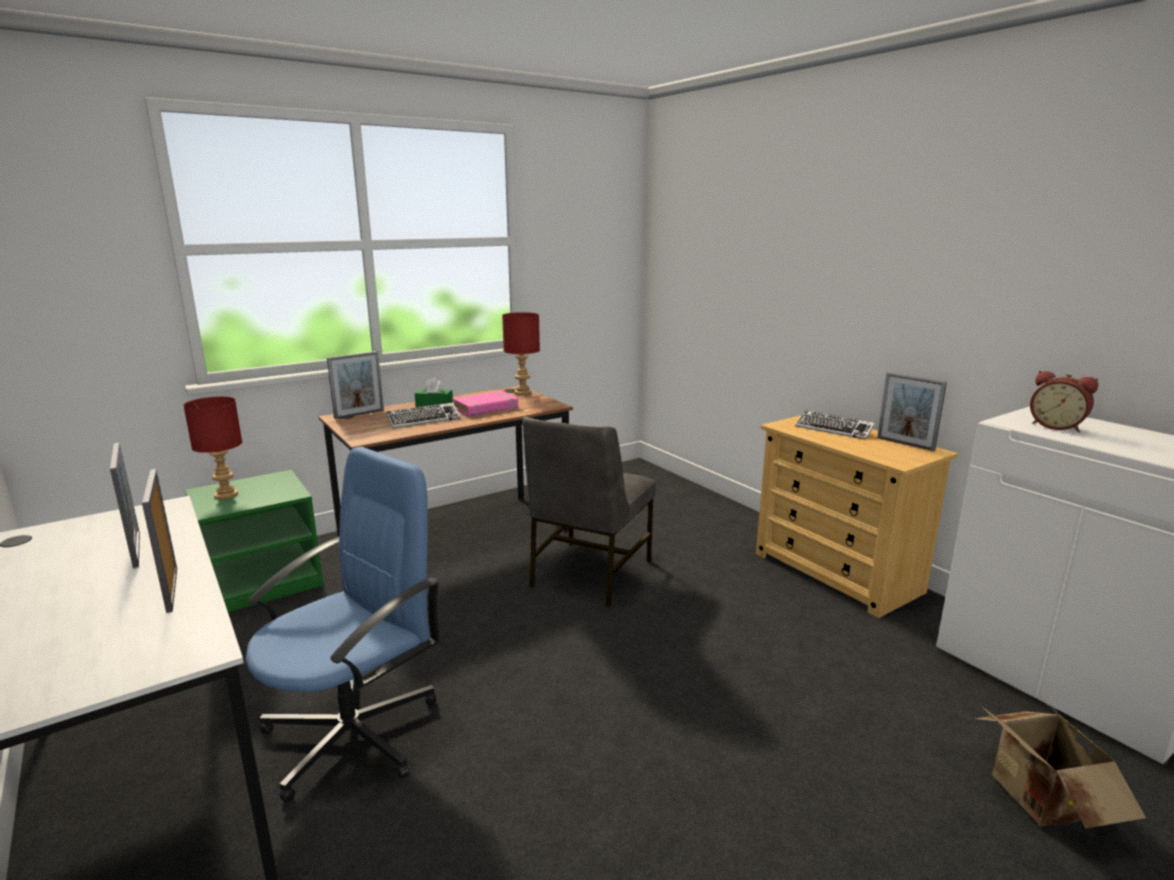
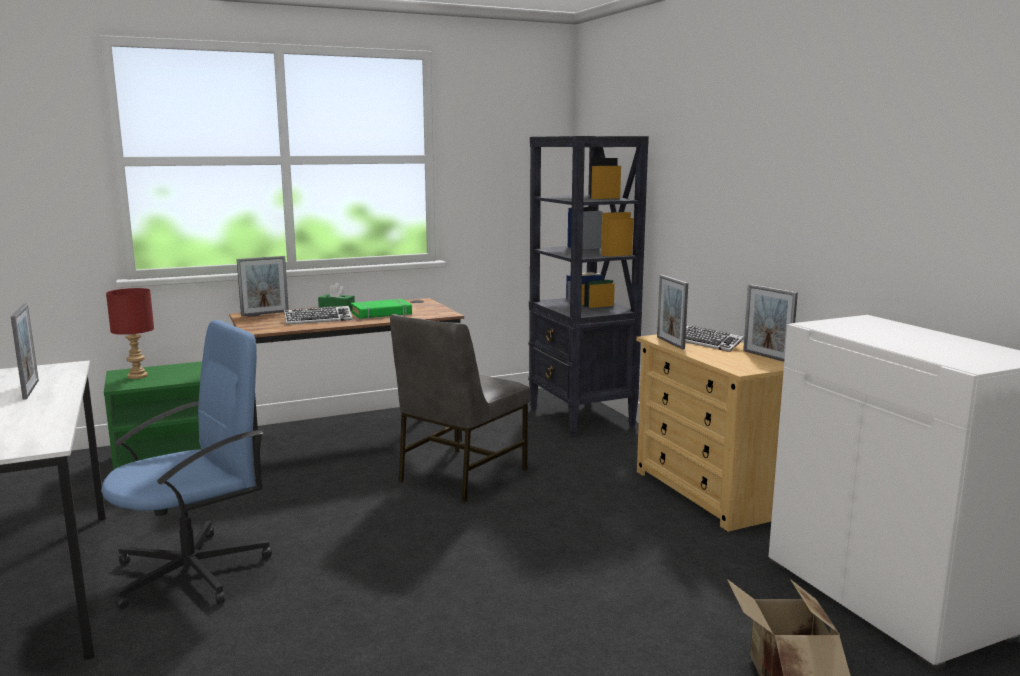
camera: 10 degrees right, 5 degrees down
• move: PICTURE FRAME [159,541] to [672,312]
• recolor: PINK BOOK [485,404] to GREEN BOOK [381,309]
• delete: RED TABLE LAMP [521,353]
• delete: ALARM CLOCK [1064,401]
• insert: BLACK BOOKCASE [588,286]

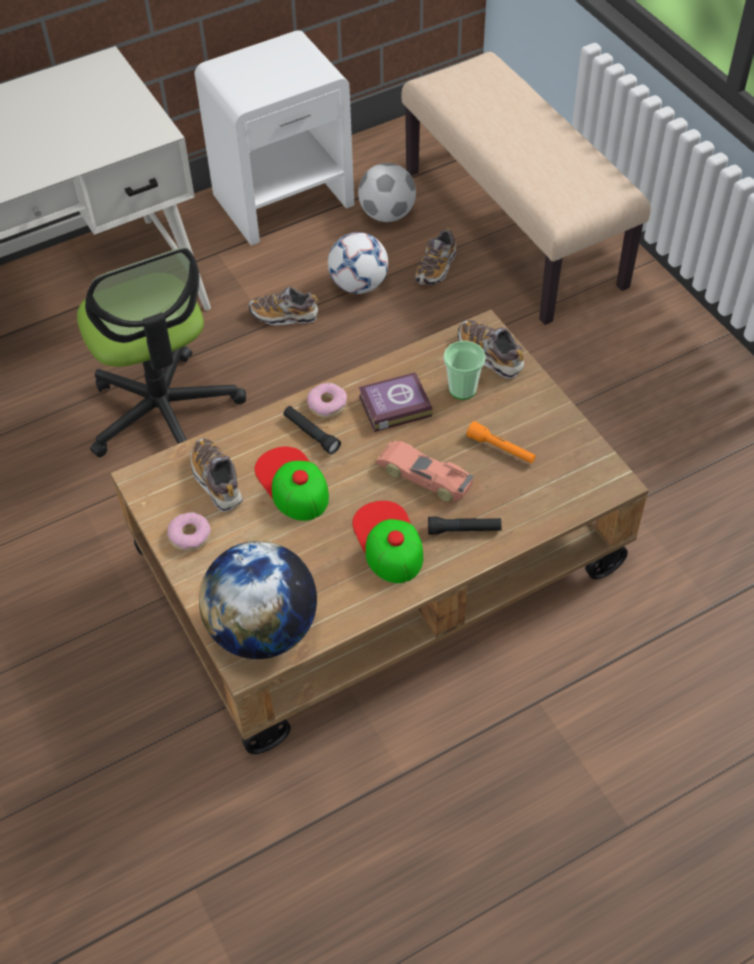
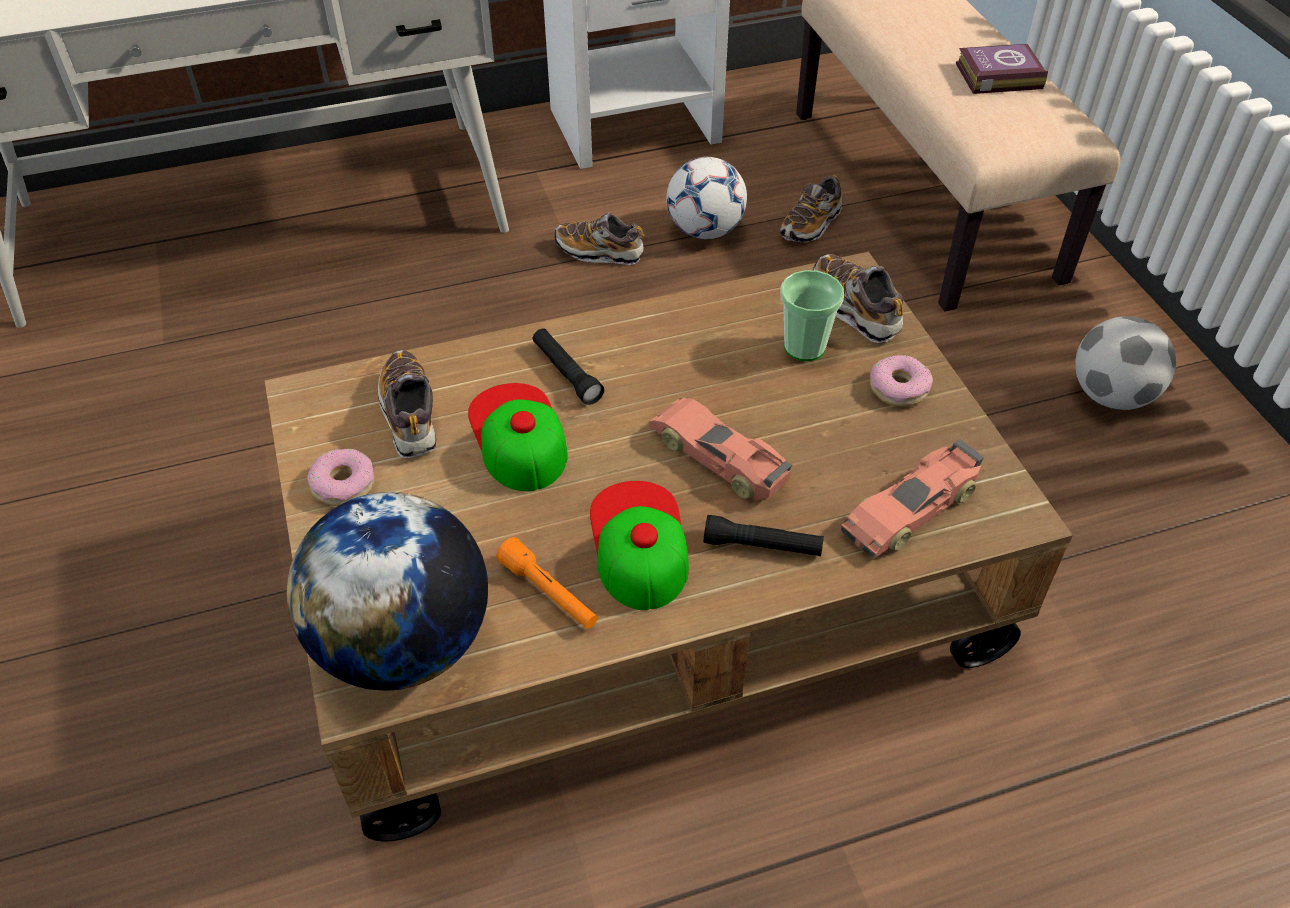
camera: 10 degrees right, 5 degrees down
• delete: OFFICE CHAIR [161,352]
• move: DONUT [327,400] to [901,381]
• move: FOOTBALL [387,192] to [1125,363]
• move: BOOK [396,402] to [1002,69]
• move: ORANGE FLASHLIGHT [501,442] to [547,583]
• insert: TOY CAR [912,499]

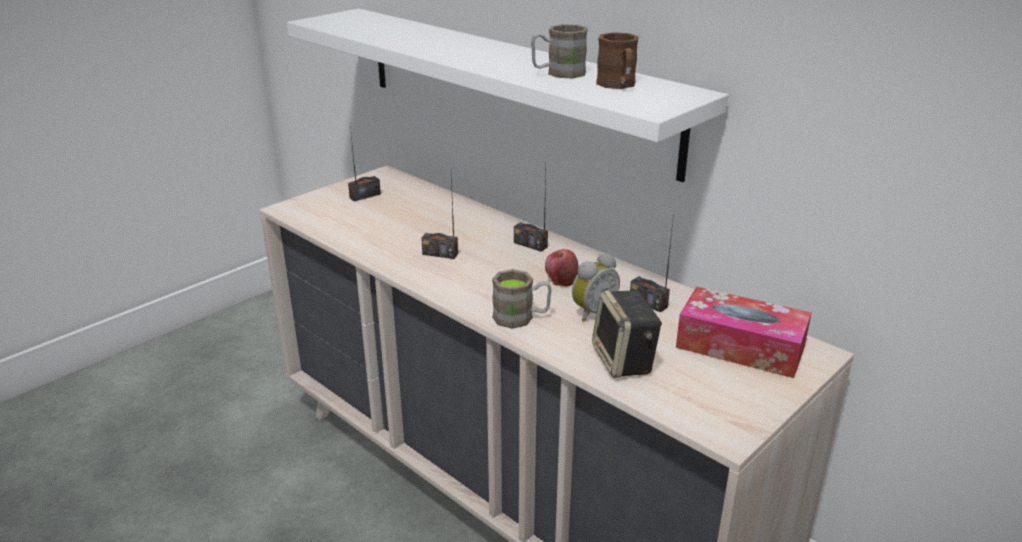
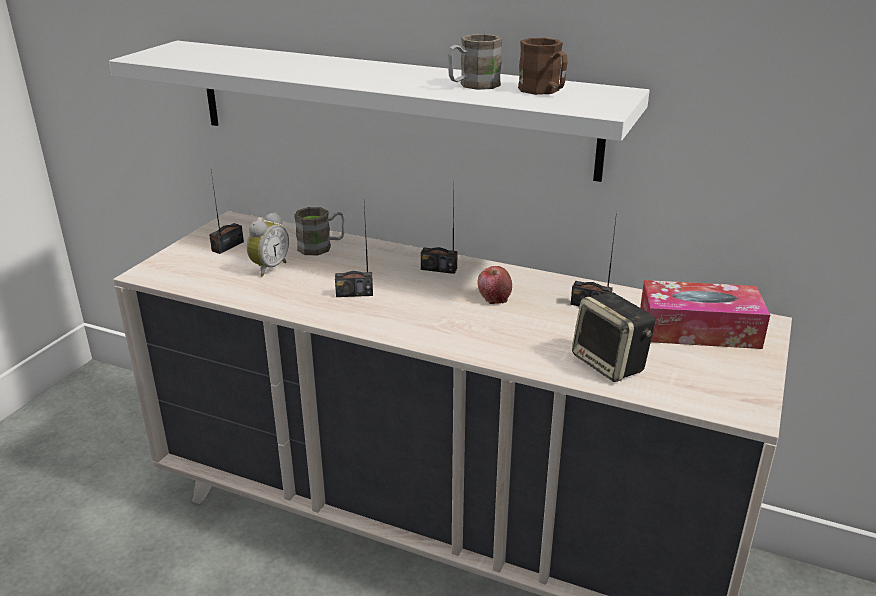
camera: 20 degrees left, 0 degrees up
• move: BROWN MUG [522,299] to [319,231]
• move: ALARM CLOCK [596,287] to [268,244]

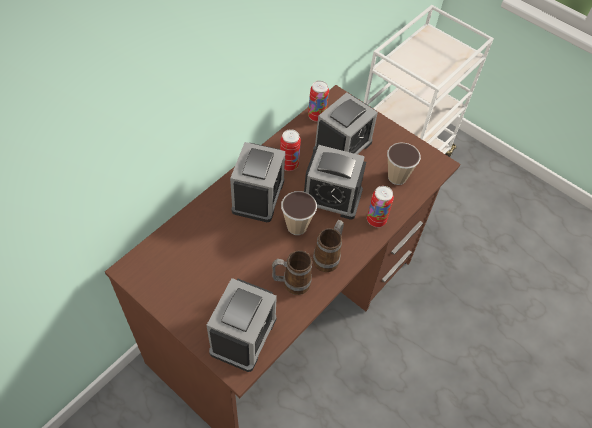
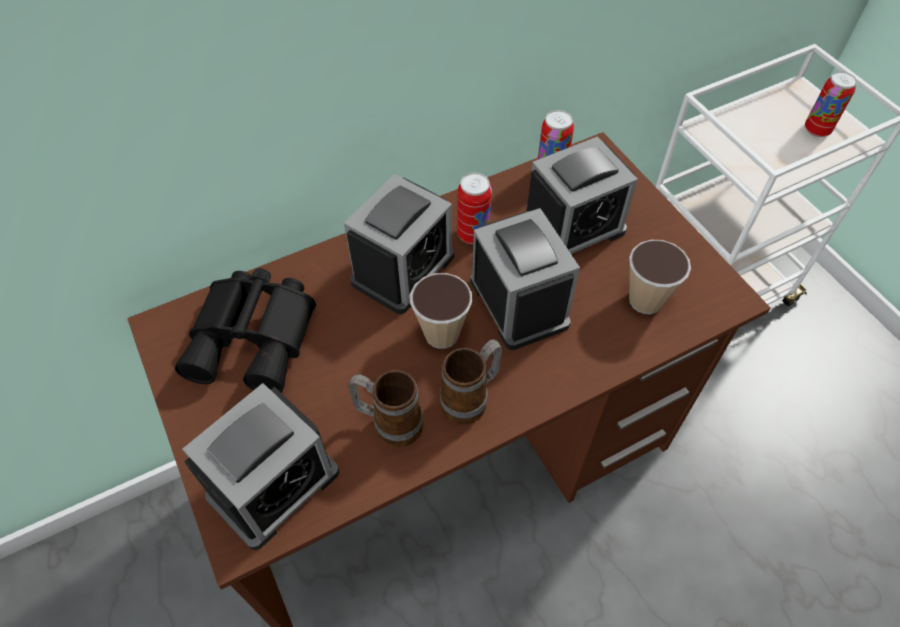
camera: 25 degrees right, 0 degrees up
• rotate: ALARM CLOCK [334,182] = [525,279] 150 degrees counterclockwise
• move: CAN [380,206] to [831,104]
• insert: BLACK BINOCULARS [245,330]

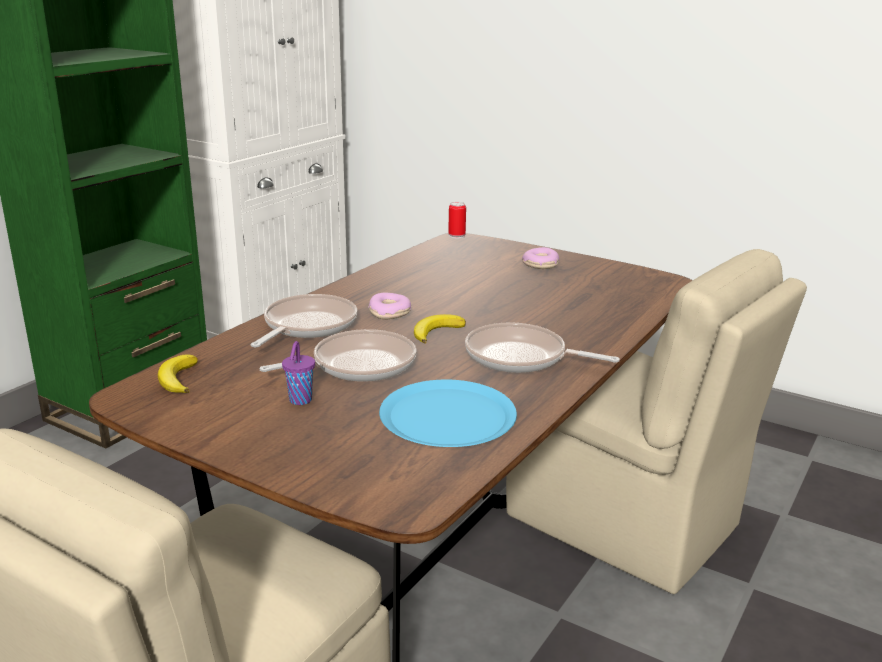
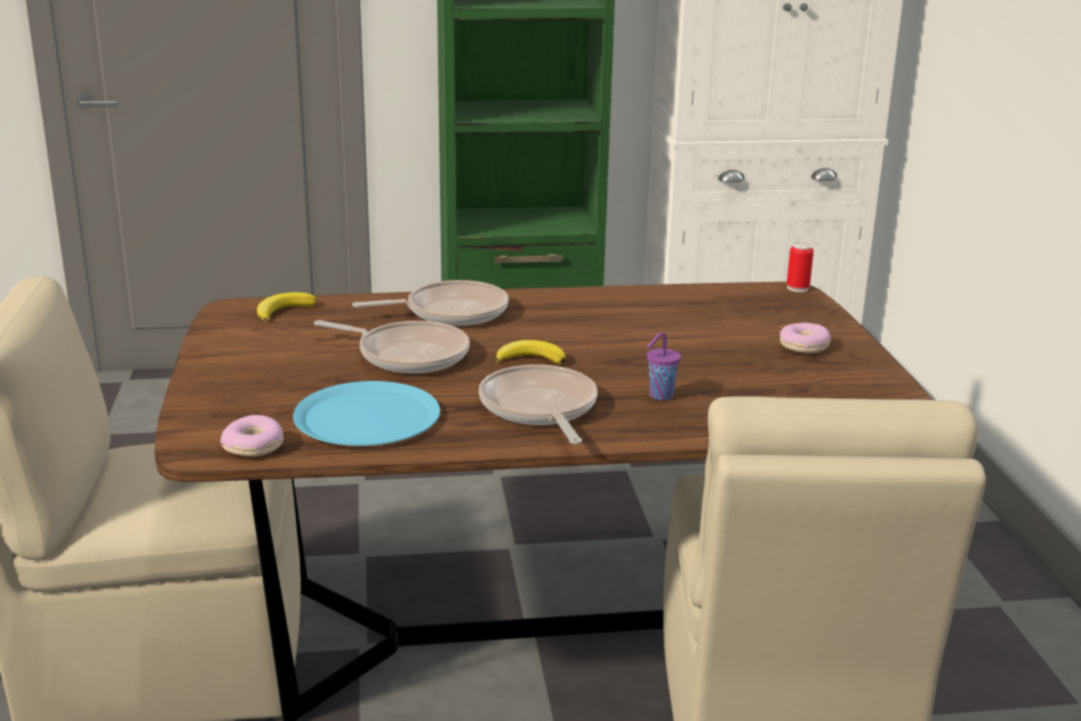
camera: 50 degrees right, 0 degrees up
• move: PURPLE CUP [298,373] to [664,366]
• move: DONUT [389,306] to [252,436]

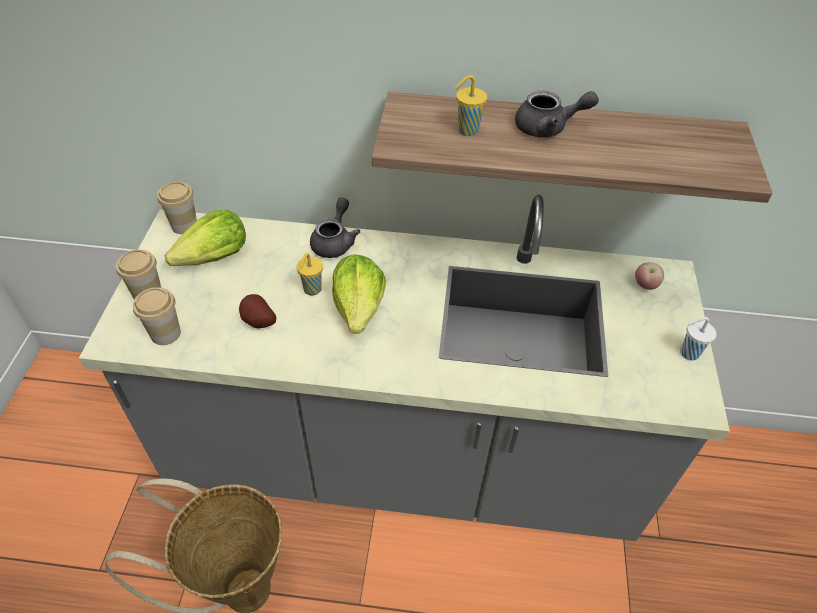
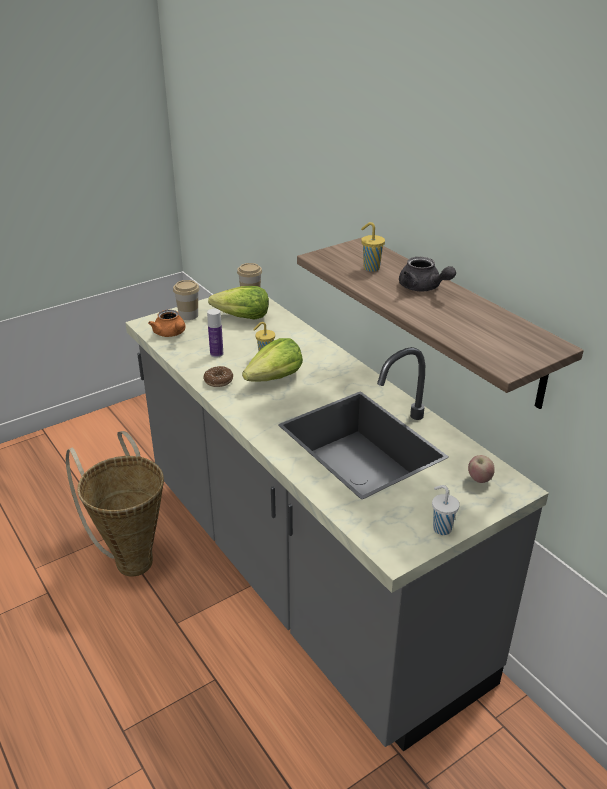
camera: 50 degrees right, 15 degrees down
• replace: CUP [157,316] to ORANGE TEAPOT [166,323]
• replace: POTATO [257,311] to BOTTLE [215,333]
• delete: GREY TEAPOT [335,227]
• insert: DONUT [218,376]

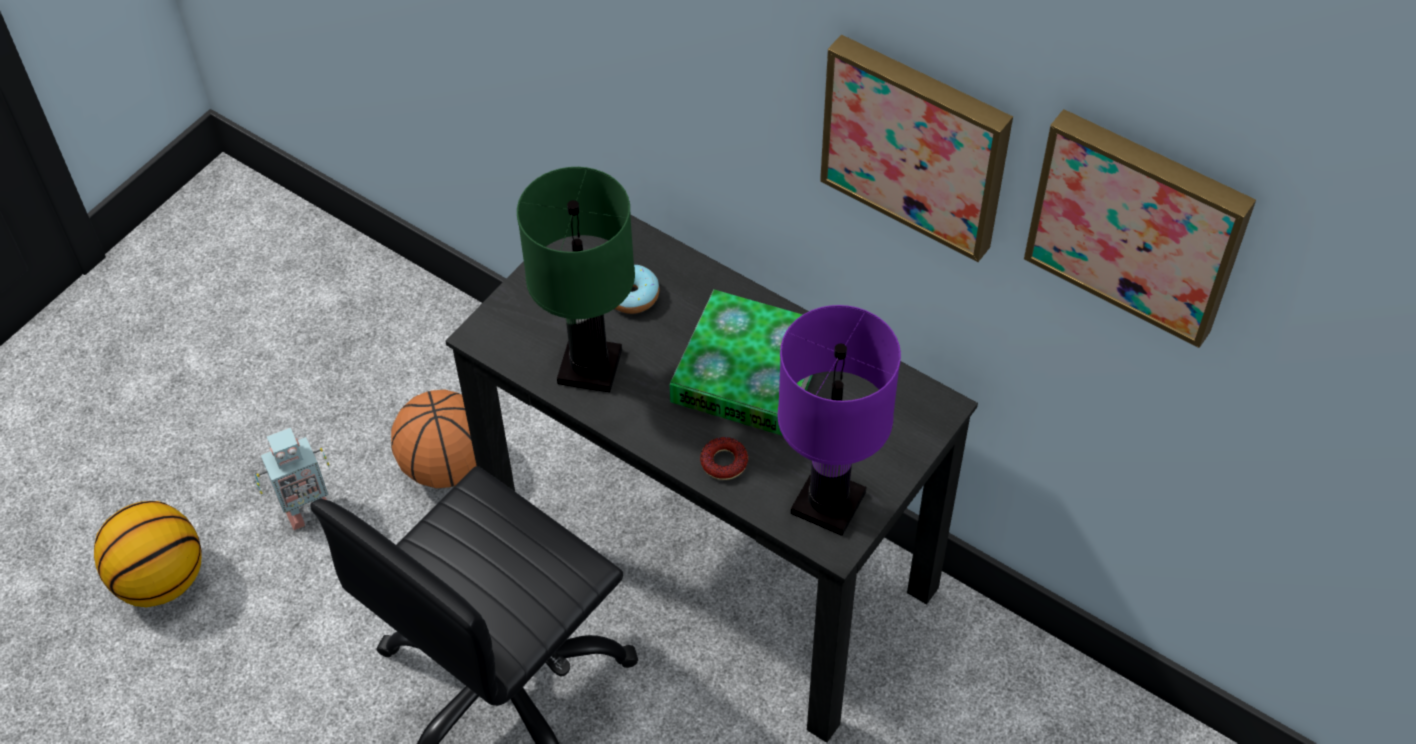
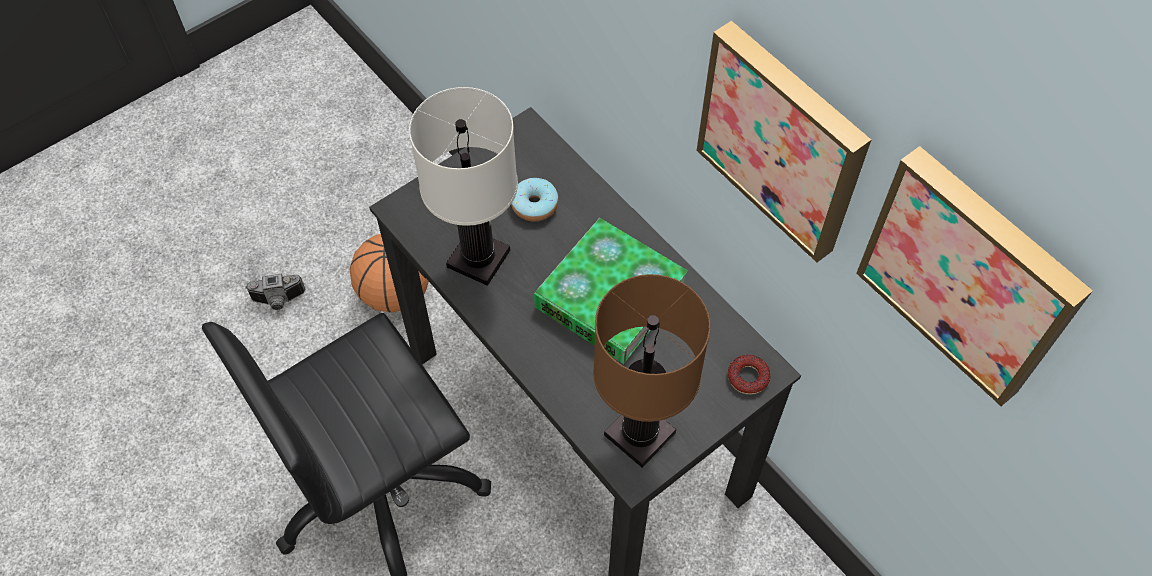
camera: 15 degrees right, 5 degrees up
• delete: BASKETBALL [148,554]
• replace: TOY ROBOT [292,478] to PHOTO CAMERA [275,291]
• recolor: GREEN TABLE LAMP [576,279] to WHITE TABLE LAMP [463,186]
• move: DONUT [724,458] to [749,374]
• recolor: PURPLE TABLE LAMP [839,420] to BROWN TABLE LAMP [652,371]

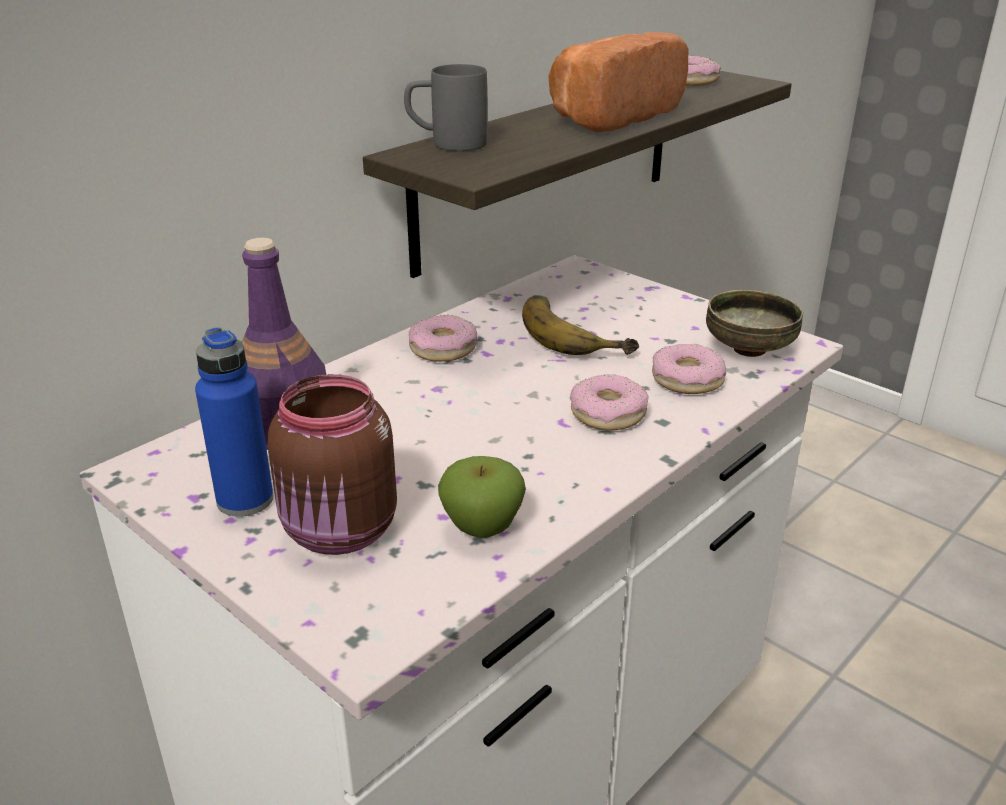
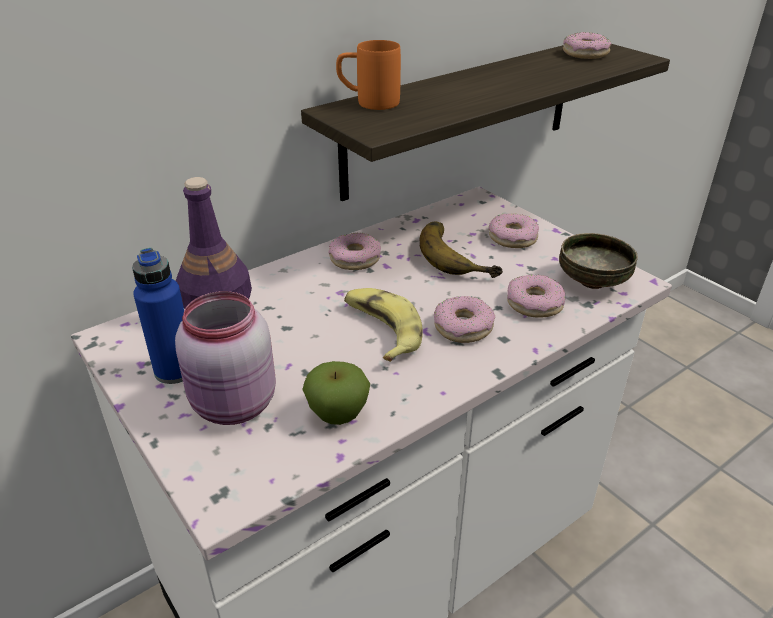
camera: 10 degrees right, 5 degrees up
• recolor: BROWN JAR [332,464] to PINK JAR [225,358]
• recolor: GREY MUG [446,107] to ORANGE MUG [368,75]
• delete: BREAD [618,82]
• insert: BANANA [383,325]
• insert: DONUT [513,231]

